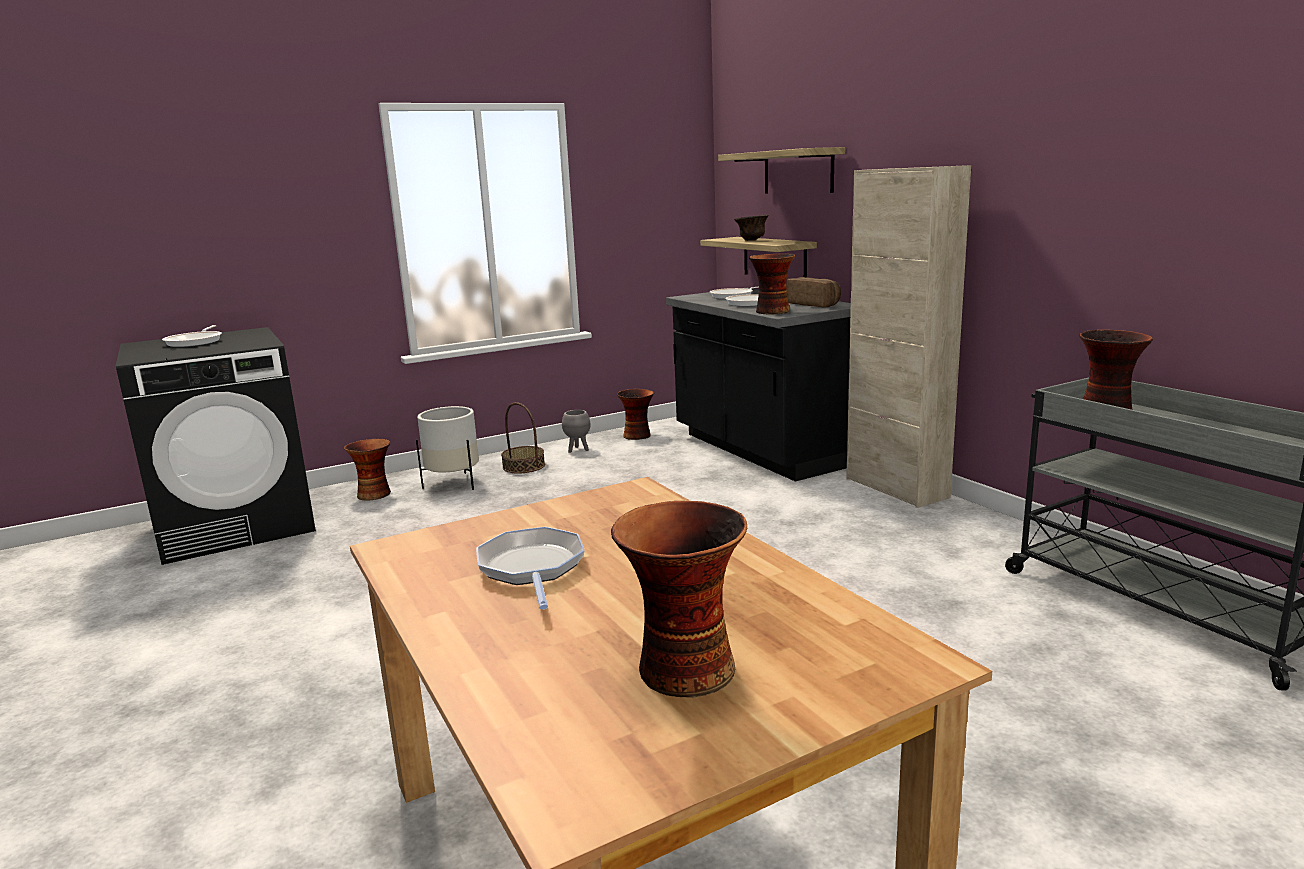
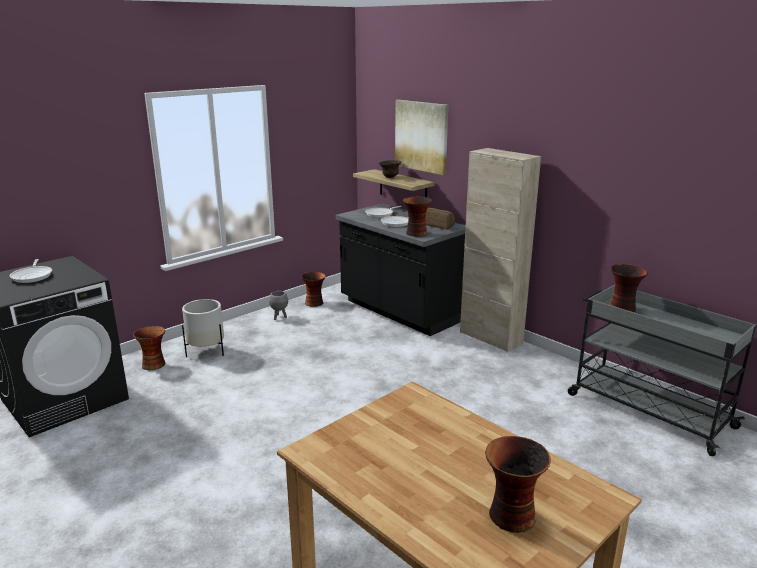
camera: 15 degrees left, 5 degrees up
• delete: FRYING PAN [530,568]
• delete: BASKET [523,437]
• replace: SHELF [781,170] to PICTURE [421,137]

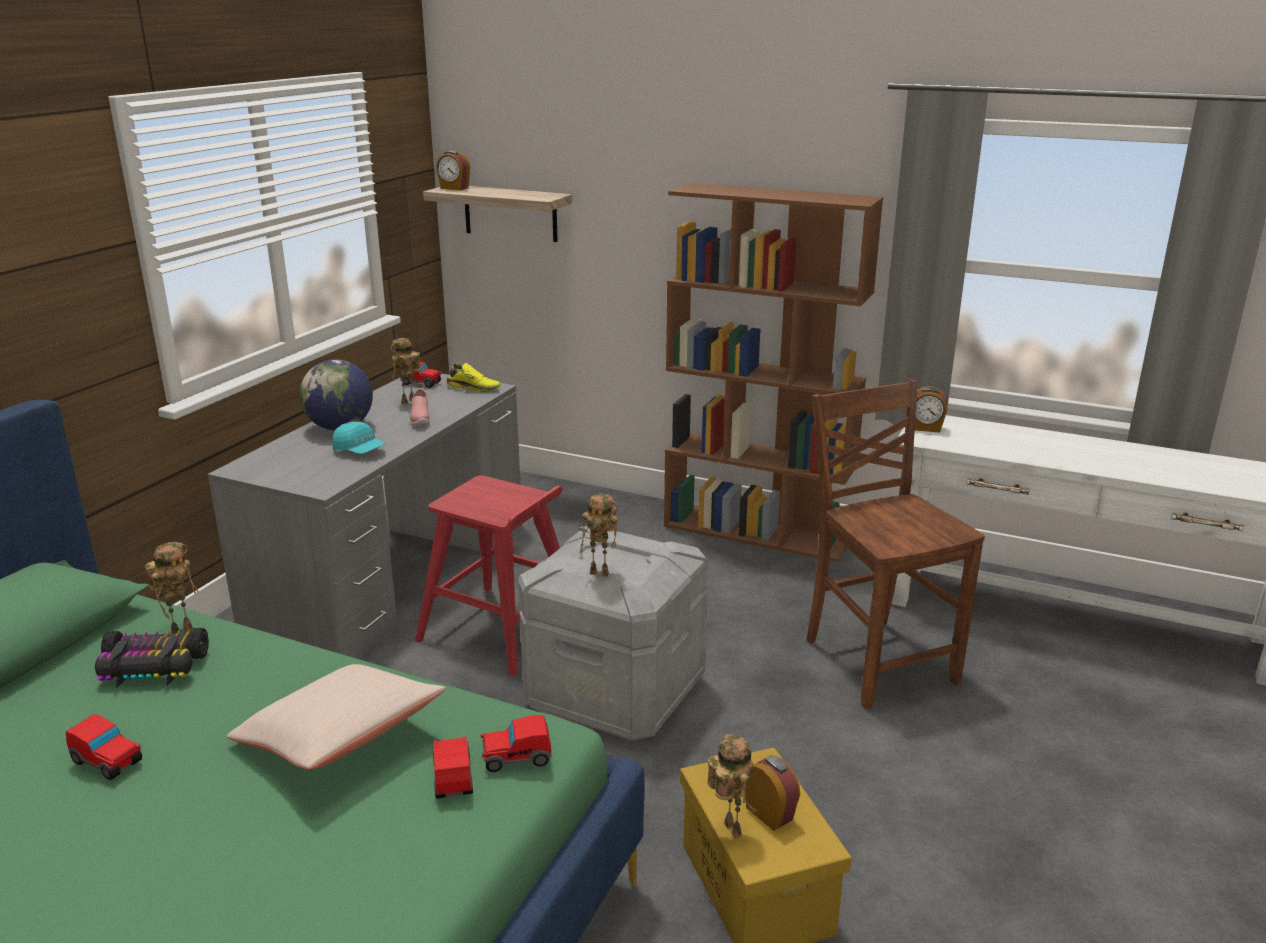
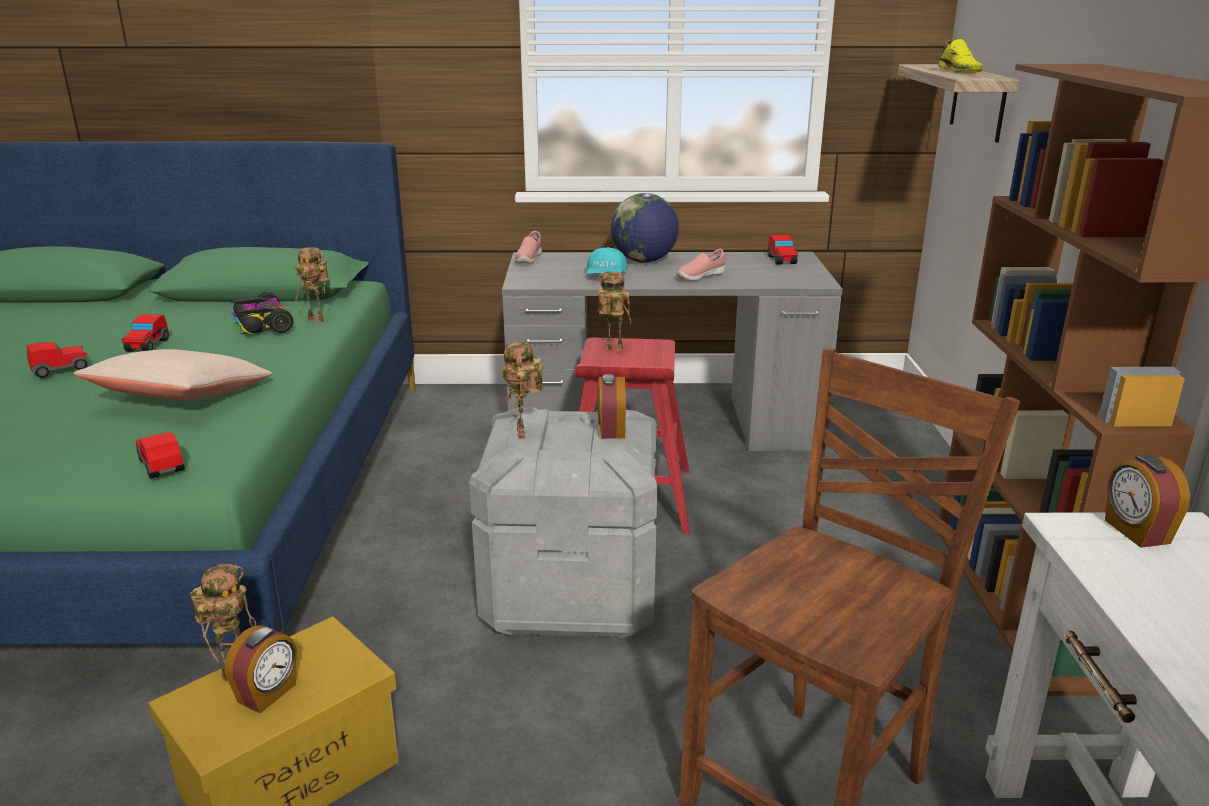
camera: 65 degrees right, 0 degrees up
• move: TOY ROBOT [406,371] to [614,311]
• move: TOY CAR [453,767] to [57,360]
• move: ALARM CLOCK [453,170] to [612,406]
• move: YELLOW SHOE [473,377] to [960,56]
• insert: PINK SHOE [528,247]

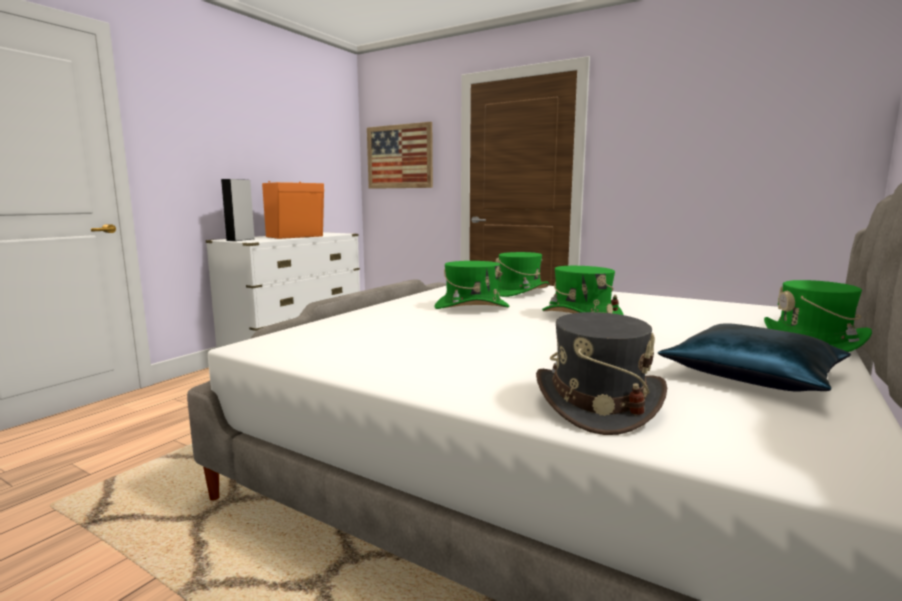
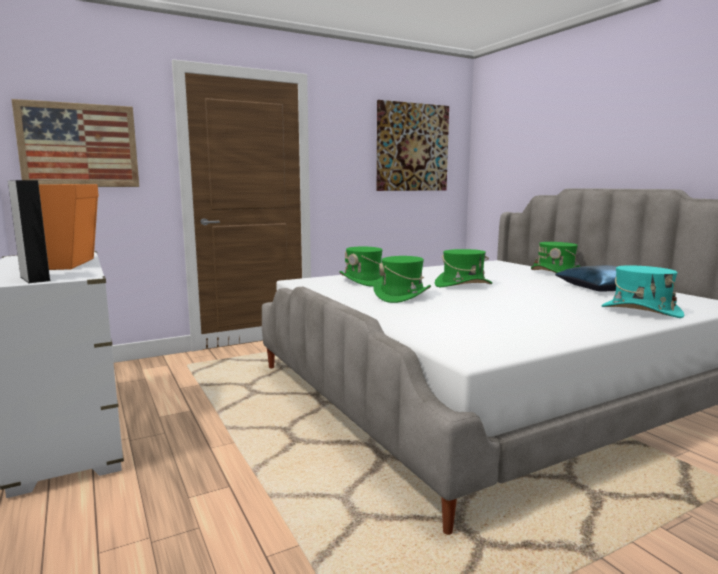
camera: 60 degrees left, 0 degrees up
• recolor: GREY HAT [601,373] to TURQUOISE HAT [642,291]
• insert: PICTURE [413,145]

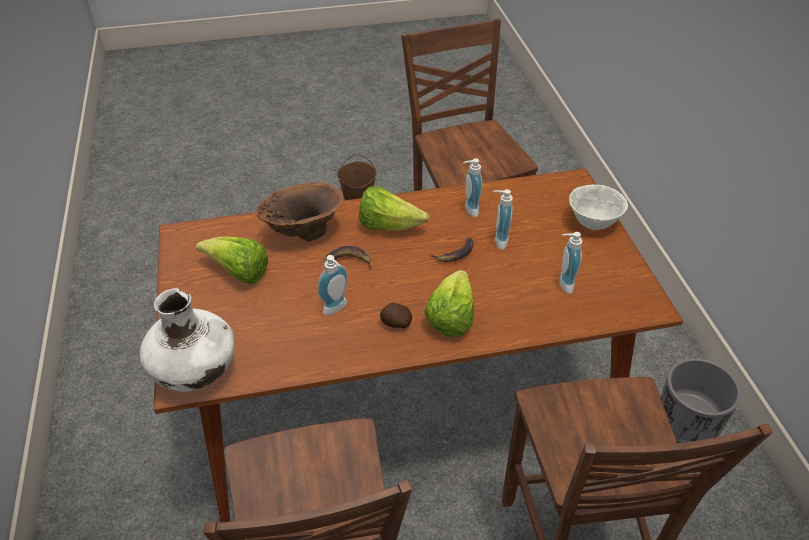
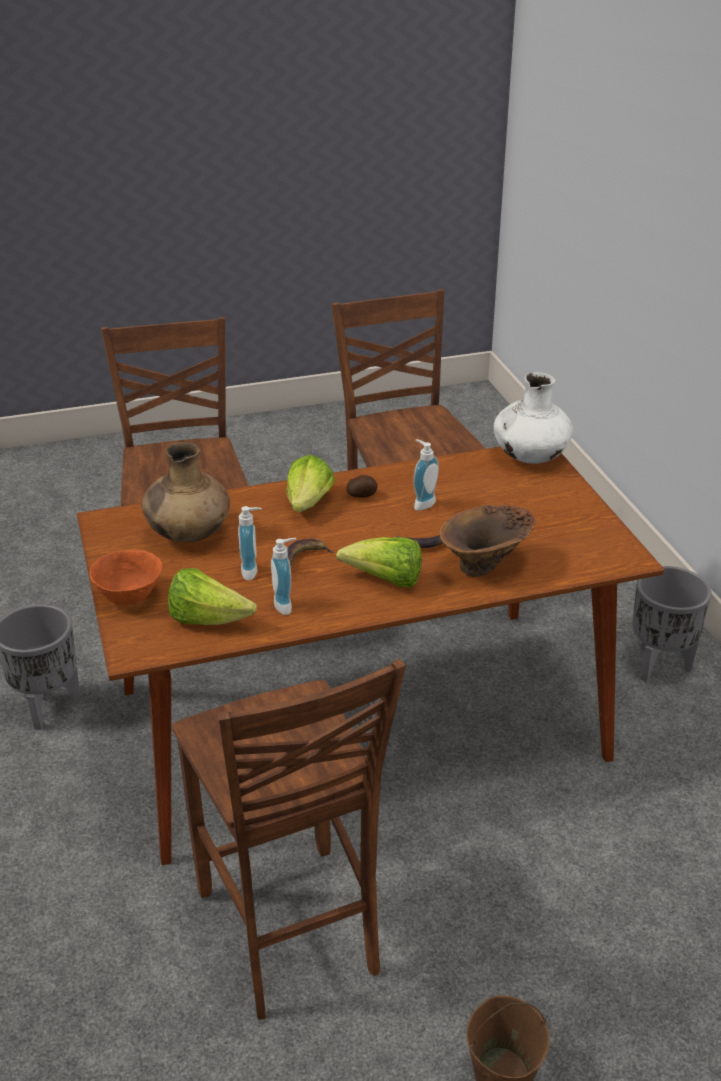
camera: 175 degrees right, 10 degrees down
• move: LETTUCE [232,260] to [212,596]
• replace: SOAP DISPENSER [570,263] to BROWN VASE [186,492]
• recolor: WHITE BOWL [598,207] to ORANGE BOWL [126,577]
• insert: GREY PLANTER [672,624]

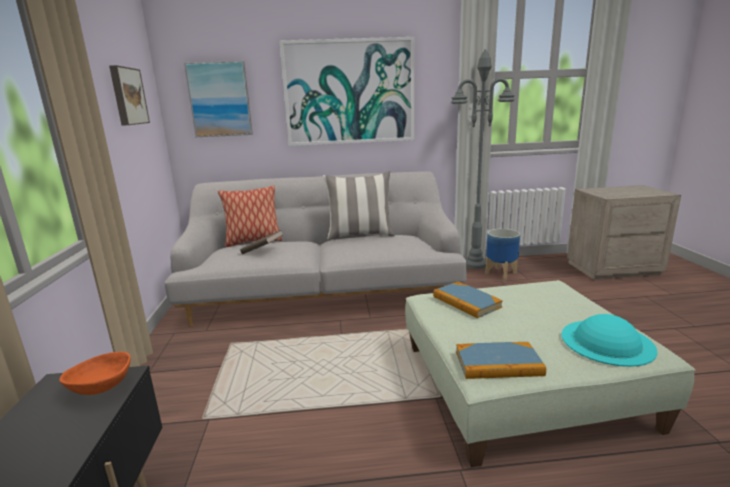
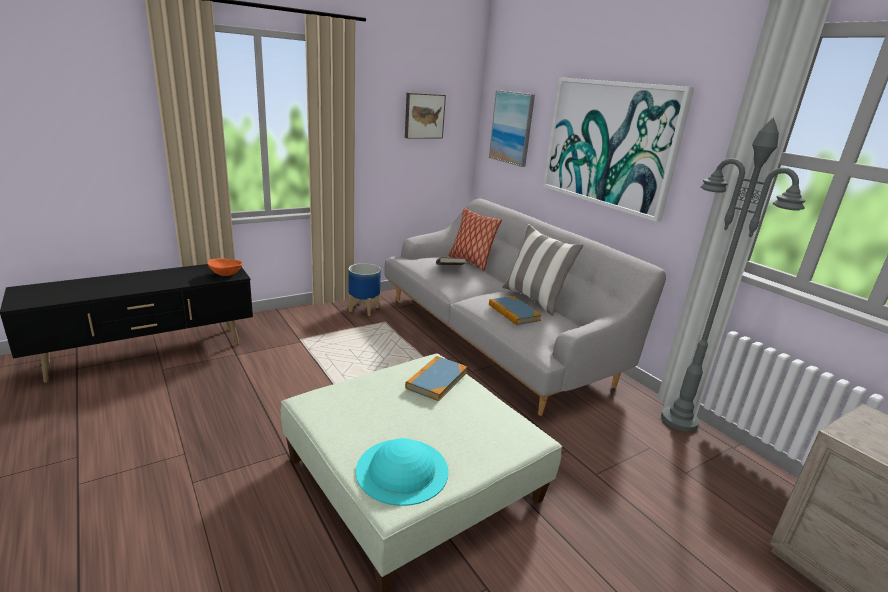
camera: 60 degrees right, 5 degrees up
• move: BOOK [501,360] to [515,310]
• move: PLANTER [502,254] to [364,289]

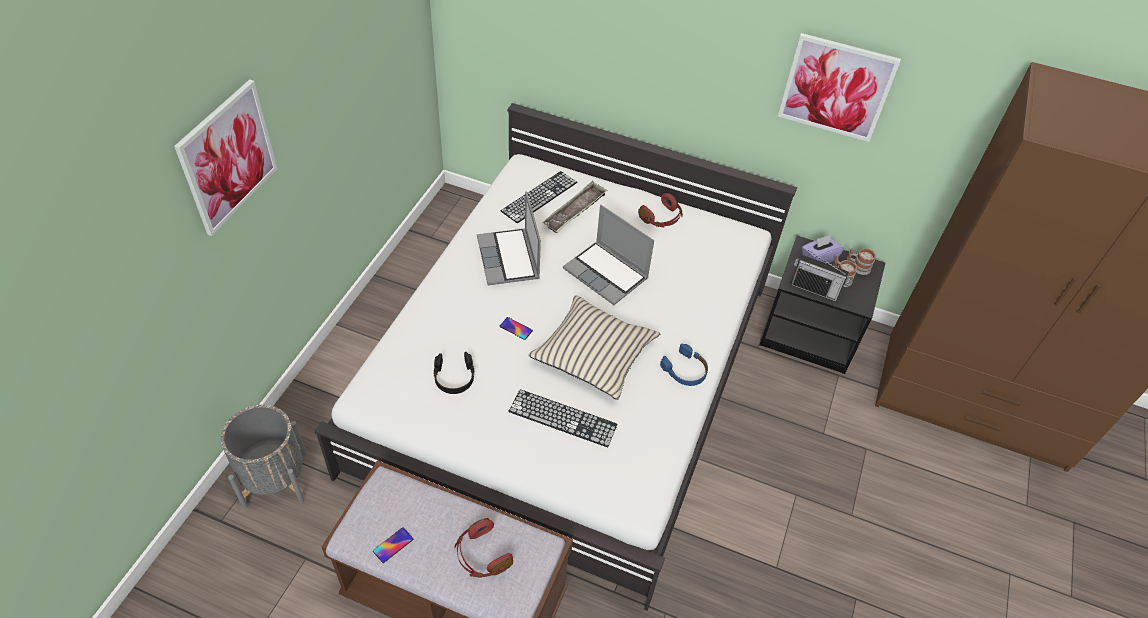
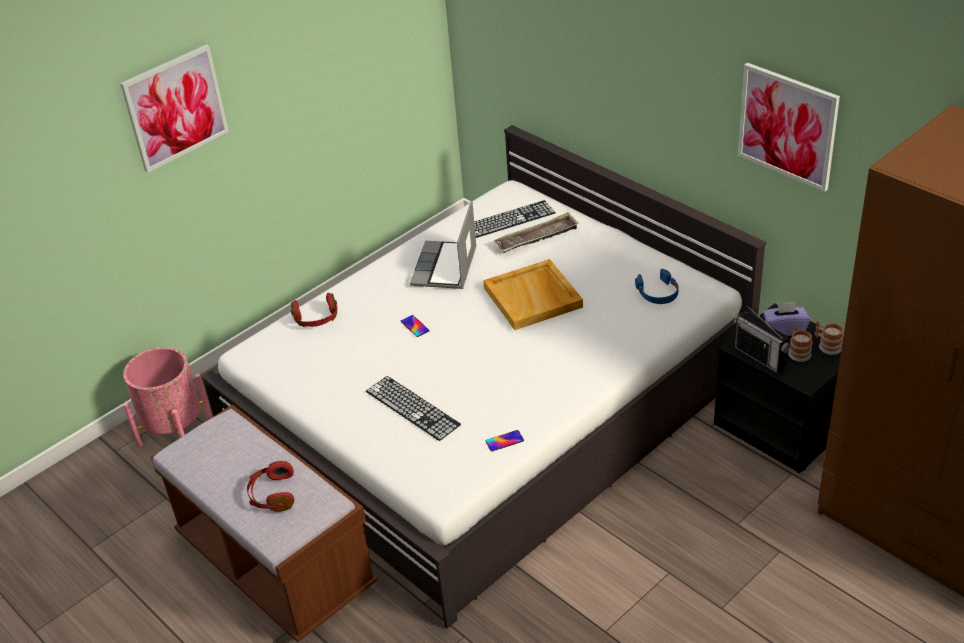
camera: 30 degrees right, 10 degrees down
• recolor: GREY PLANTER [264,457] to PINK PLANTER [167,397]
• move: PHONE [393,545] to [504,440]
• delete: BLACK HEADPHONES [453,373]
• delete: BEIGE PILLOW [594,347]
• replace: LAPTOP [608,255] to BEIGE TRAY [533,294]
• move: RED HEADPHONES [660,210] to [314,310]
• move: BLUE HEADPHONES [684,365] to [657,286]

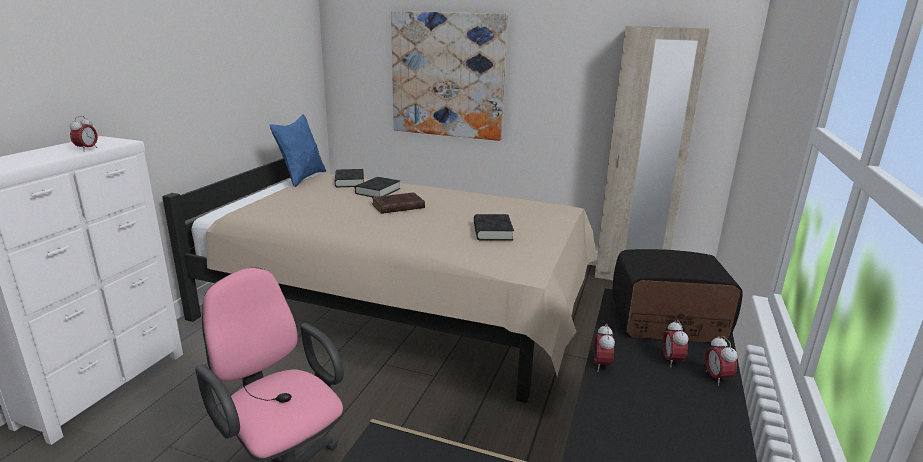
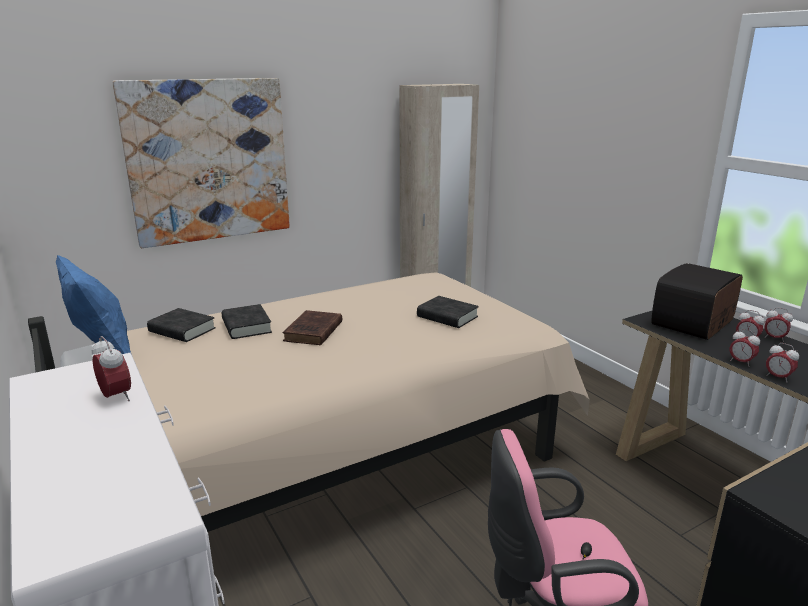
camera: 50 degrees left, 0 degrees up
• insert: ALARM CLOCK [782,362]

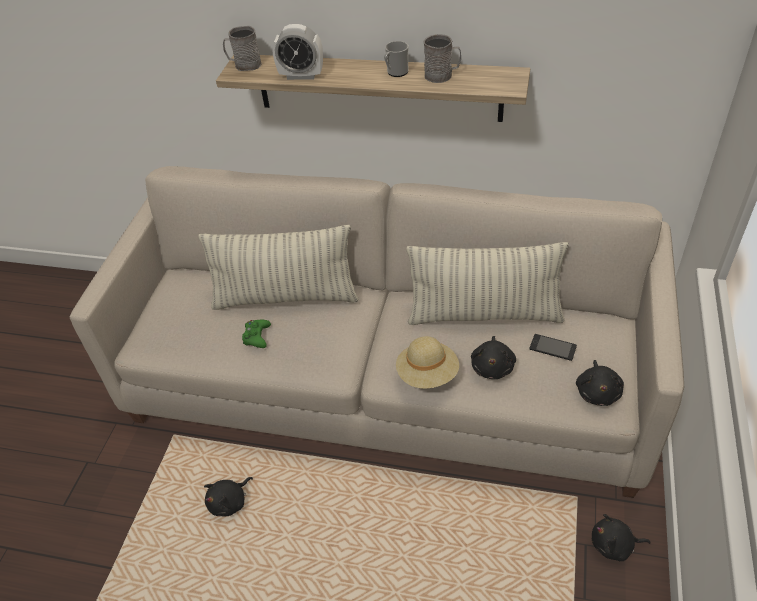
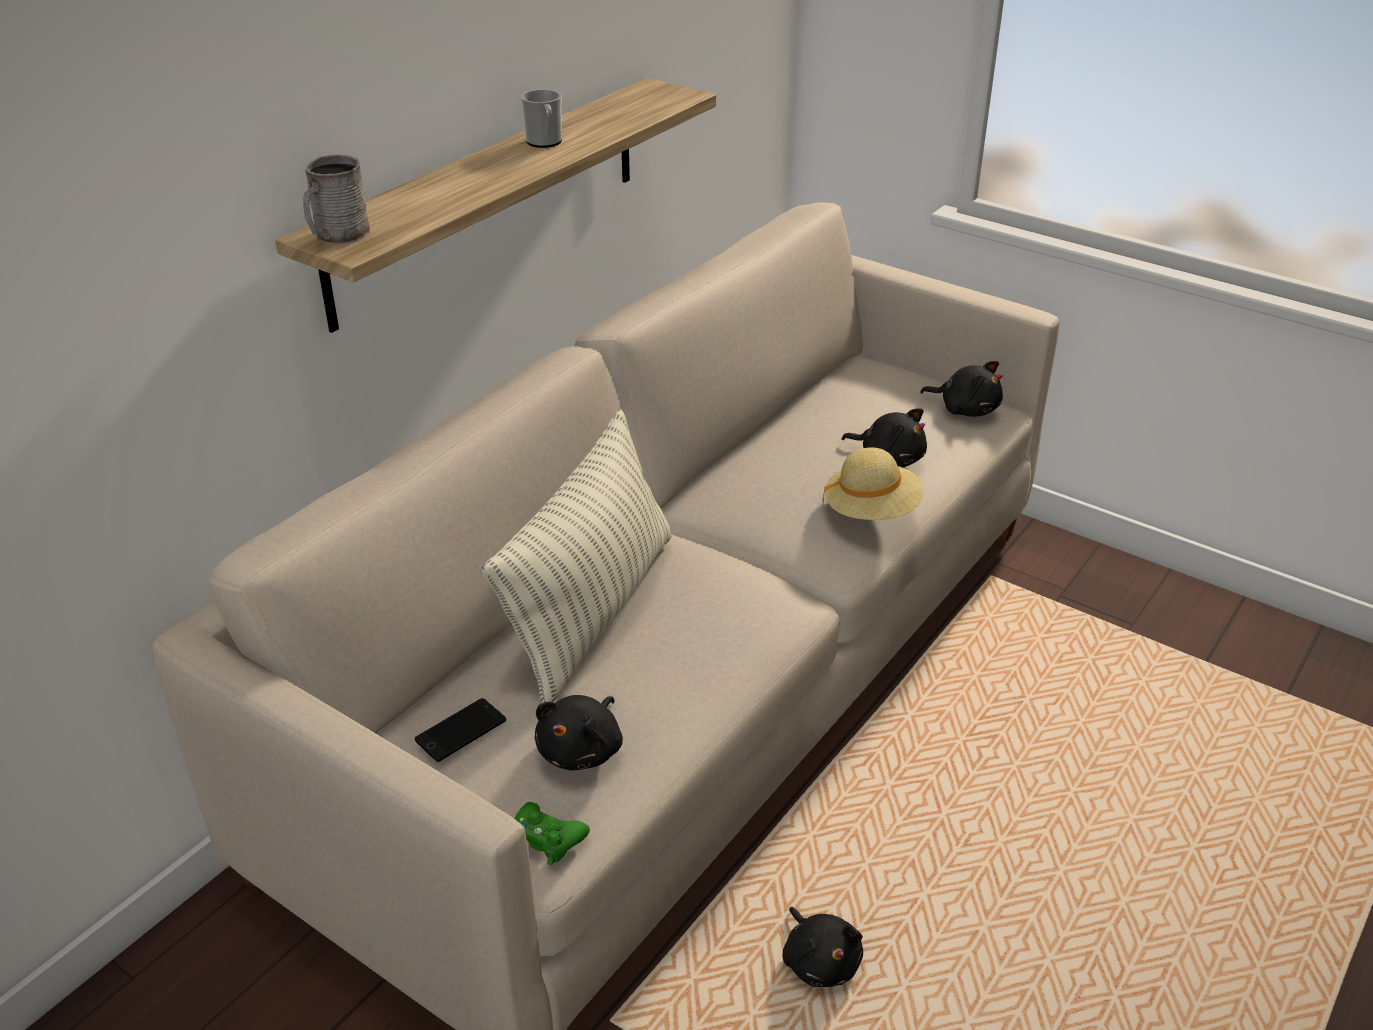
camera: 70 degrees left, 10 degrees down
• move: GREEN GAME CONTROLLER [256,334] to [552,833]
• delete: ALARM CLOCK [297,52]
• delete: PILLOW [487,283]
• delete: GREY MUG [442,58]
• move: PHONE [553,347] to [460,730]
• move: BLACK PLUSH TOY [621,537] to [579,732]

